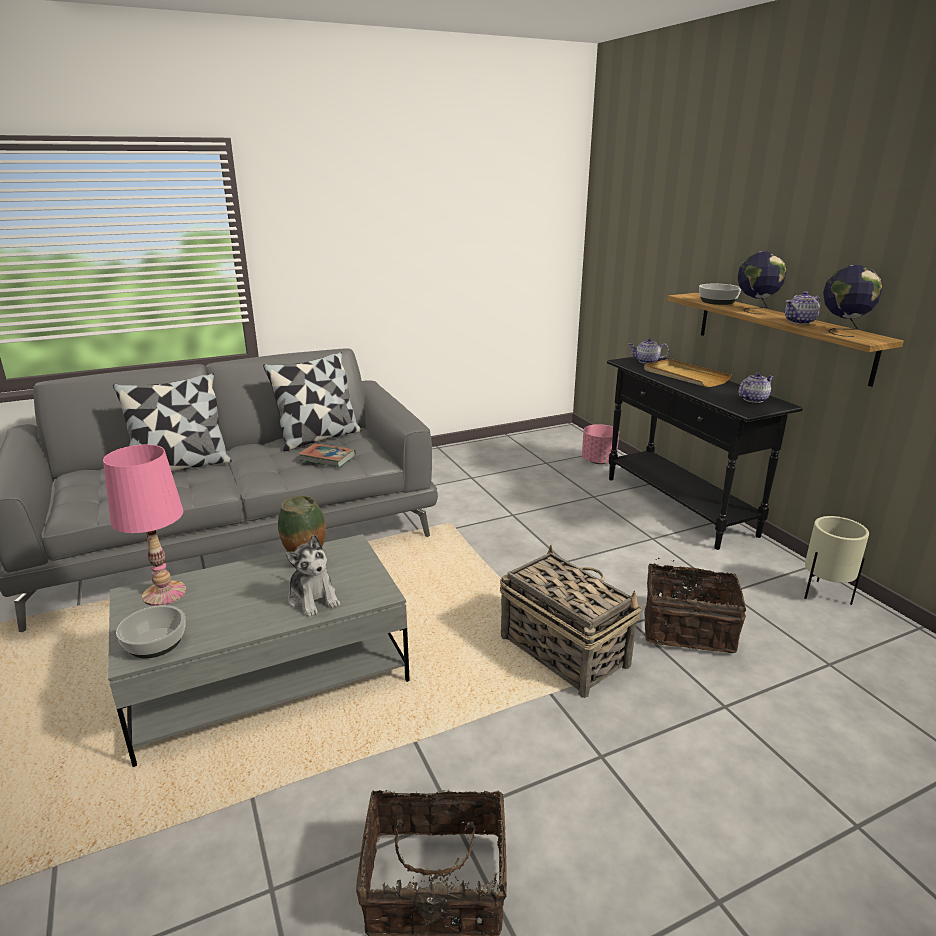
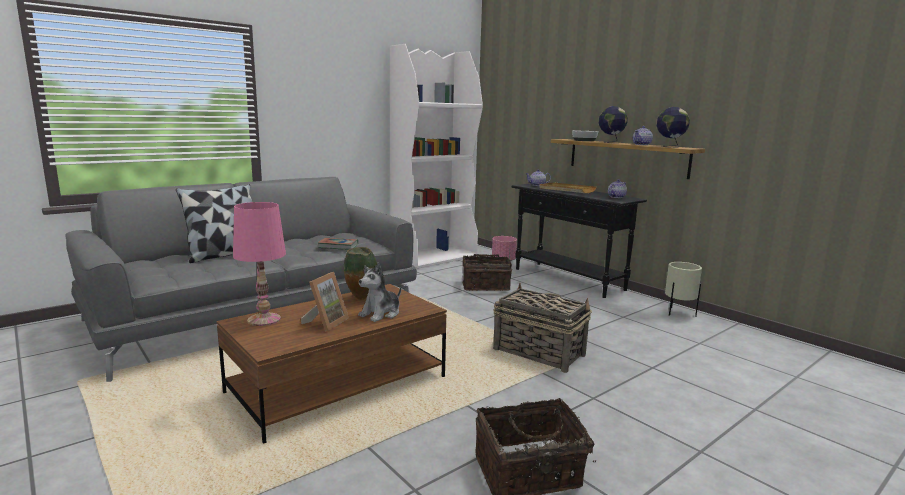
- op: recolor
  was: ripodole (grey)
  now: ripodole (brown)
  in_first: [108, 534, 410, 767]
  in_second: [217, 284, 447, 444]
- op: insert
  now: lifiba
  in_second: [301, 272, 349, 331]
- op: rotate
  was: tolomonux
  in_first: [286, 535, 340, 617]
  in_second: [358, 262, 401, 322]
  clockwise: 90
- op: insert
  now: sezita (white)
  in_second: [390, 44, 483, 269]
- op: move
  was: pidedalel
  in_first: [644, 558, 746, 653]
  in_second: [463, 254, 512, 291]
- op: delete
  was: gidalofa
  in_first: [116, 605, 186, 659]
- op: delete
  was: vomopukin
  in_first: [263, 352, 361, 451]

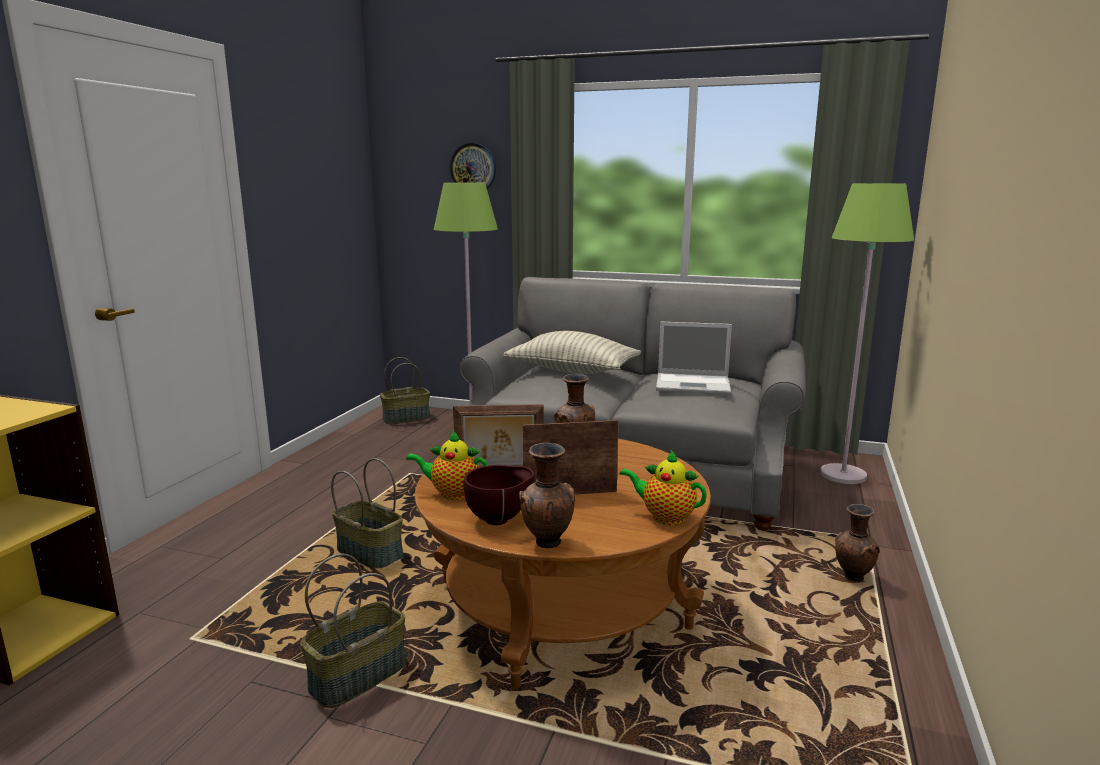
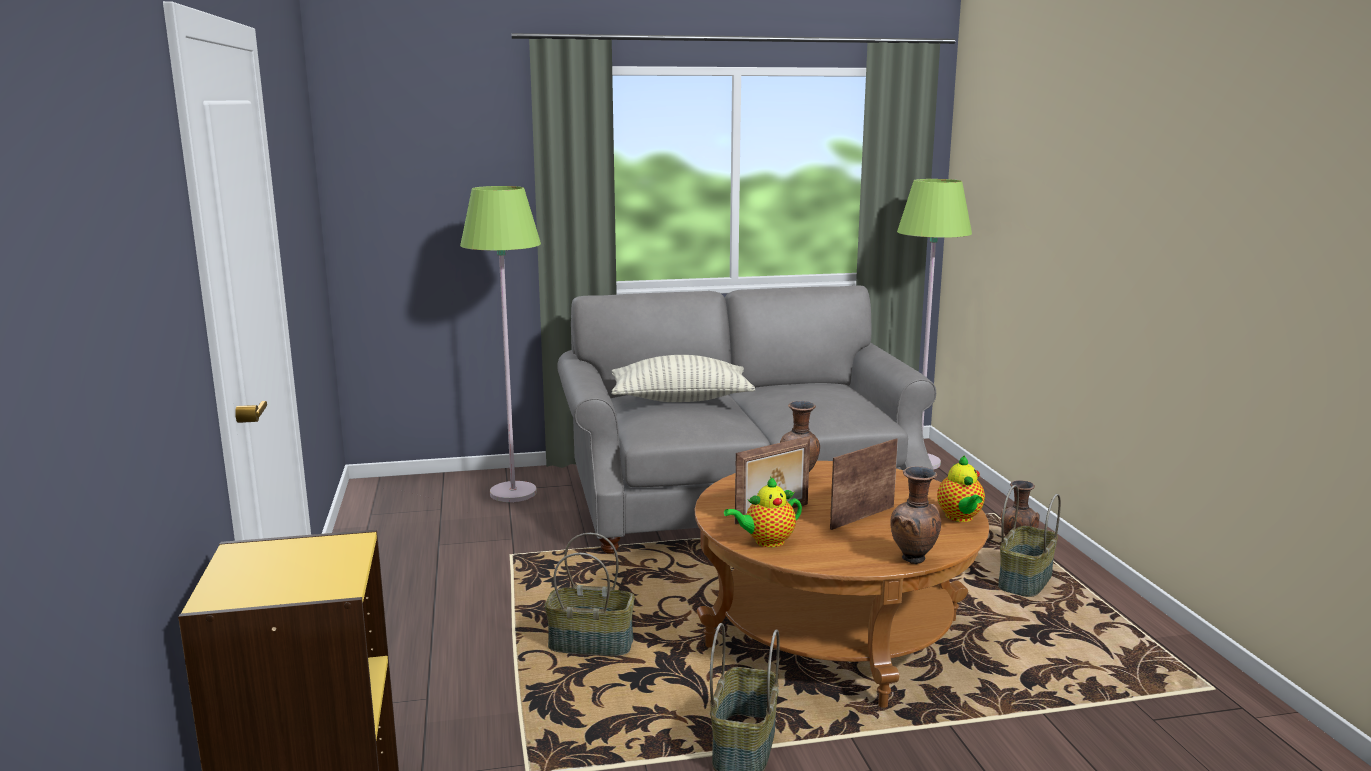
- op: rotate
  was: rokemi
  in_first: [619, 451, 707, 525]
  in_second: [937, 455, 985, 522]
  clockwise: -90
- op: move
  was: pidedalel
  in_first: [380, 357, 430, 424]
  in_second: [998, 485, 1061, 597]
- op: delete
  was: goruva
  in_first: [450, 143, 496, 189]
- op: delete
  was: gidalofa (brown)
  in_first: [464, 465, 535, 525]
- op: delete
  was: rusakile
  in_first: [656, 322, 732, 394]

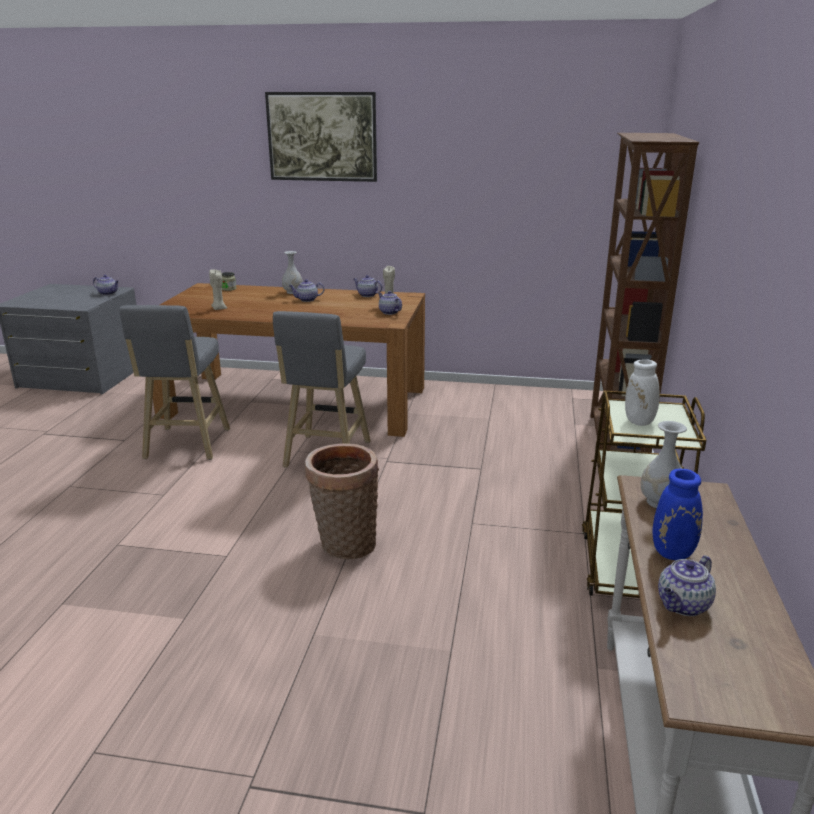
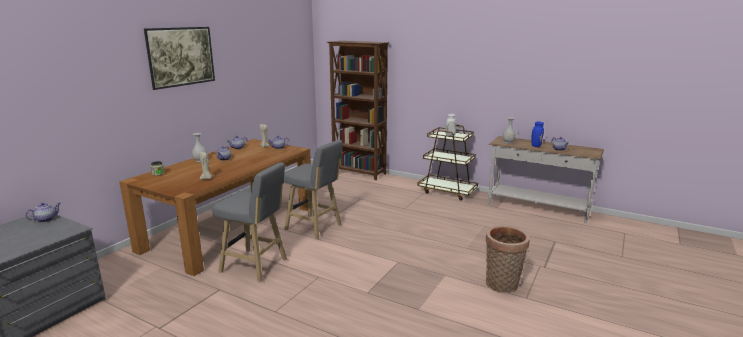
- op: move
  was: pidedalel
  in_first: [305, 443, 379, 559]
  in_second: [486, 226, 530, 293]

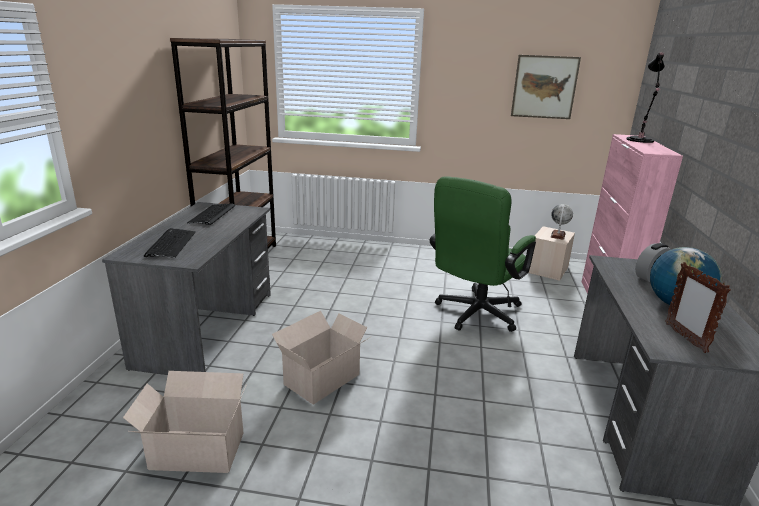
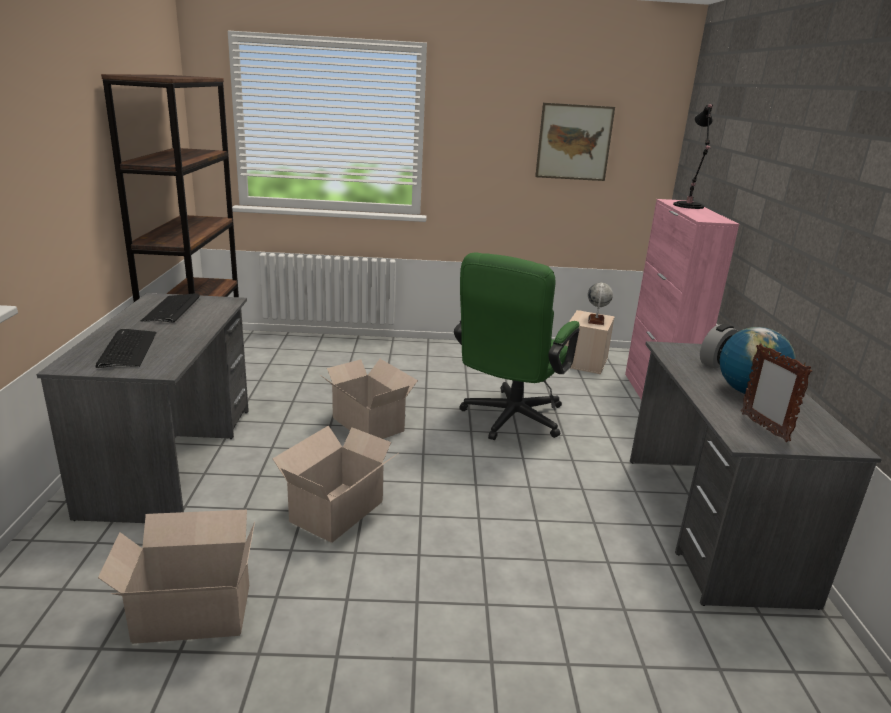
- op: insert
  now: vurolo
  in_second: [319, 359, 418, 439]

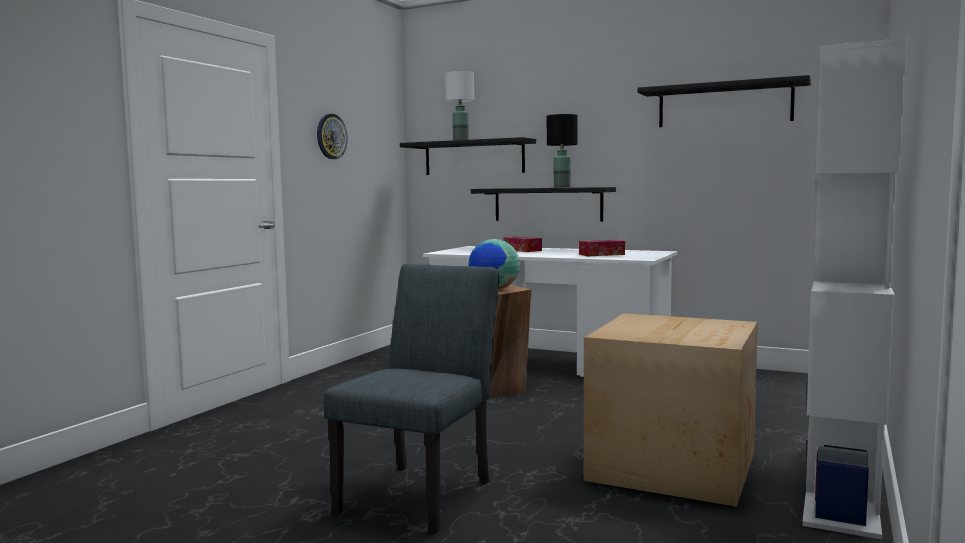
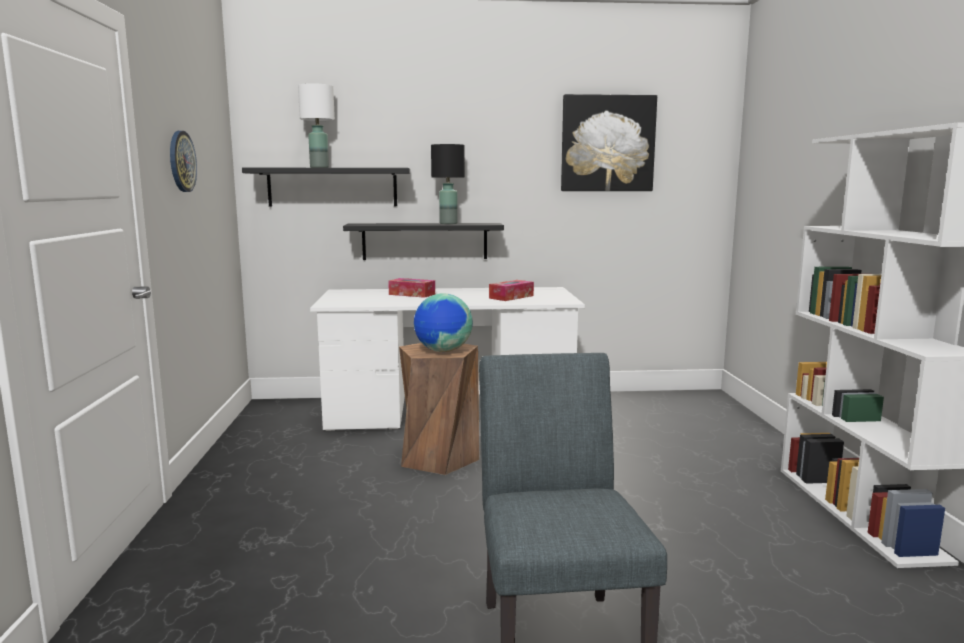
- op: replace
  was: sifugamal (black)
  now: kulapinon
  in_first: [638, 75, 811, 127]
  in_second: [561, 94, 657, 191]
- op: delete
  was: vurolo
  in_first: [584, 313, 758, 507]

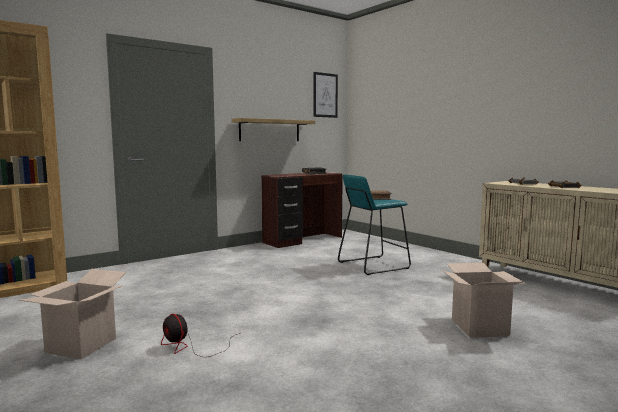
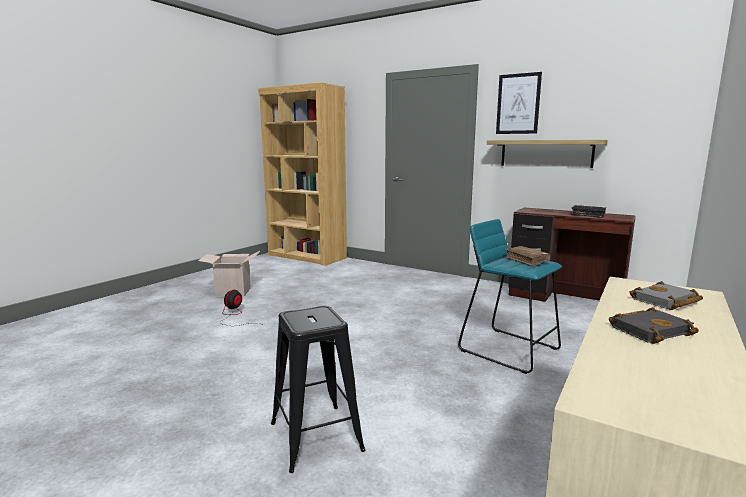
- op: replace
  was: vurolo
  now: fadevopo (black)
  in_first: [443, 263, 526, 338]
  in_second: [271, 306, 365, 473]
- op: move
  was: kulapinon
  in_first: [313, 72, 338, 118]
  in_second: [496, 72, 542, 134]

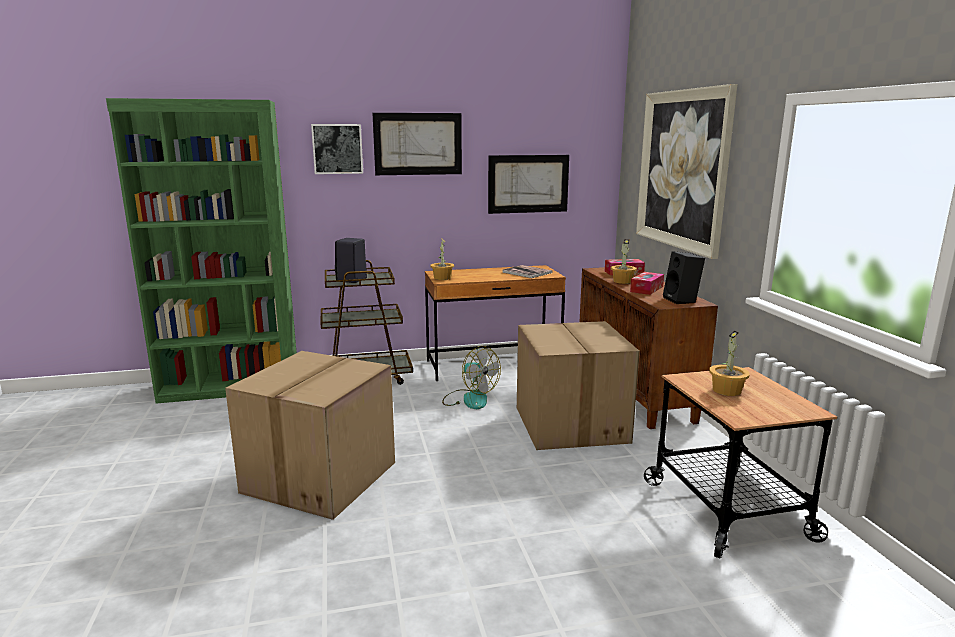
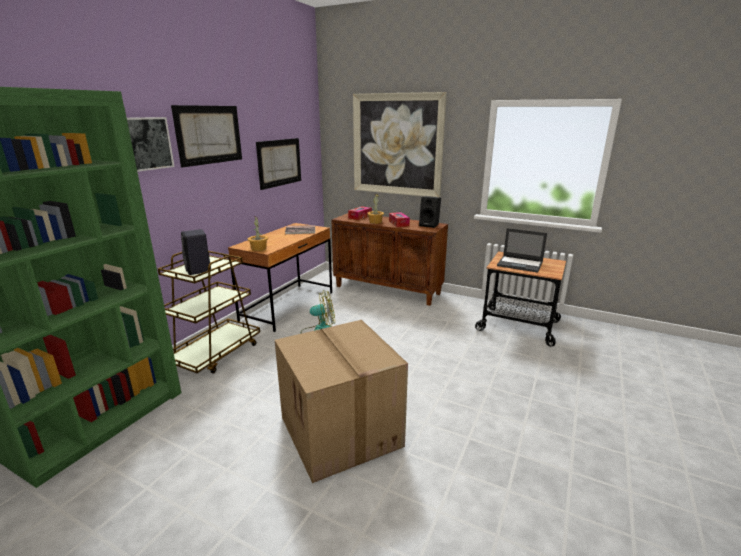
- op: replace
  was: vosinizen
  now: rusakile
  in_first: [709, 330, 749, 396]
  in_second: [497, 228, 547, 273]
- op: delete
  was: vurolo
  in_first: [517, 321, 640, 450]

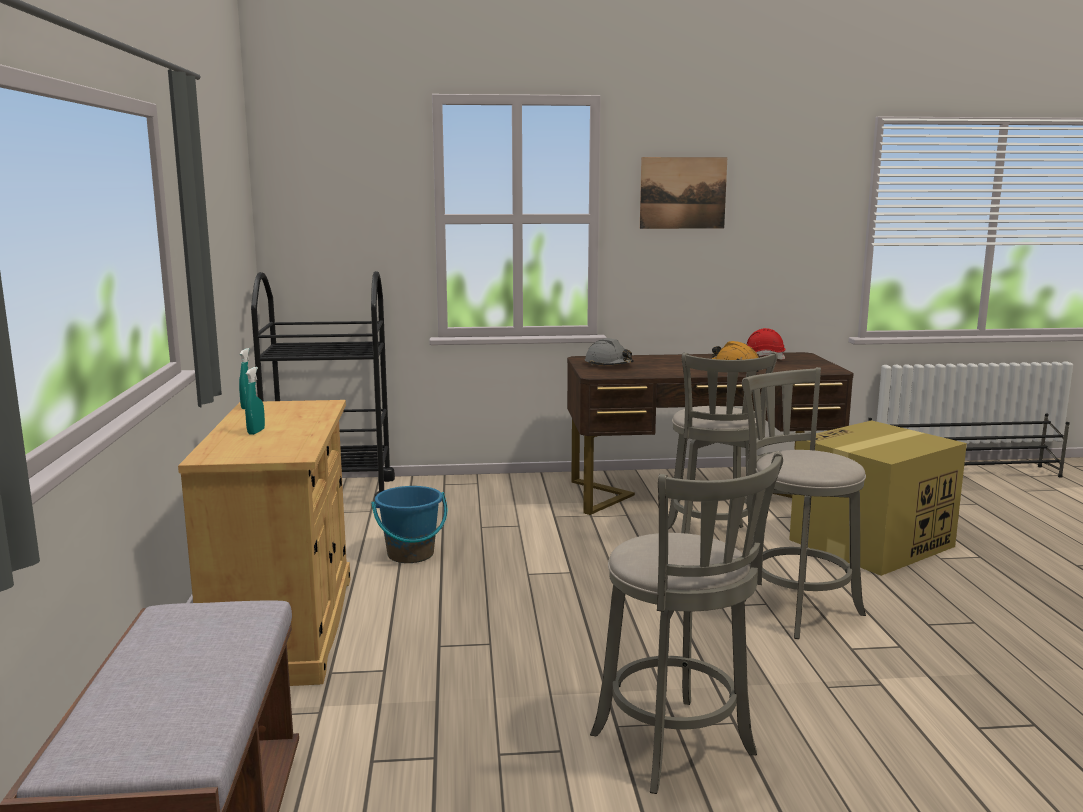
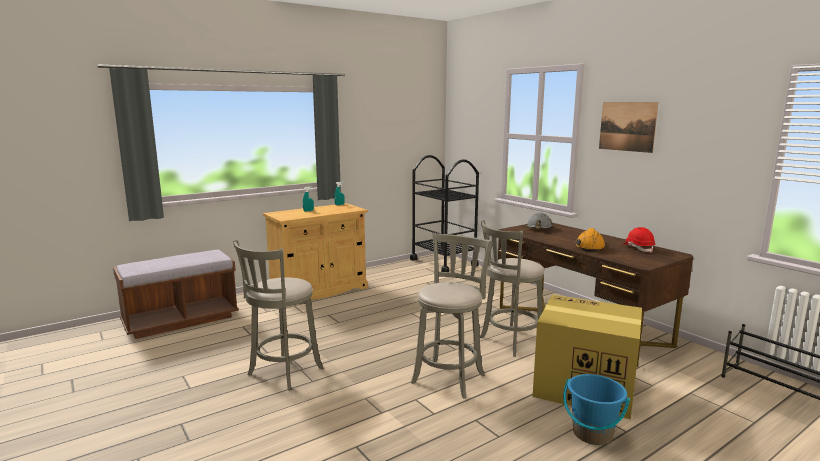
- op: move
  was: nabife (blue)
  in_first: [371, 486, 447, 563]
  in_second: [563, 374, 630, 445]

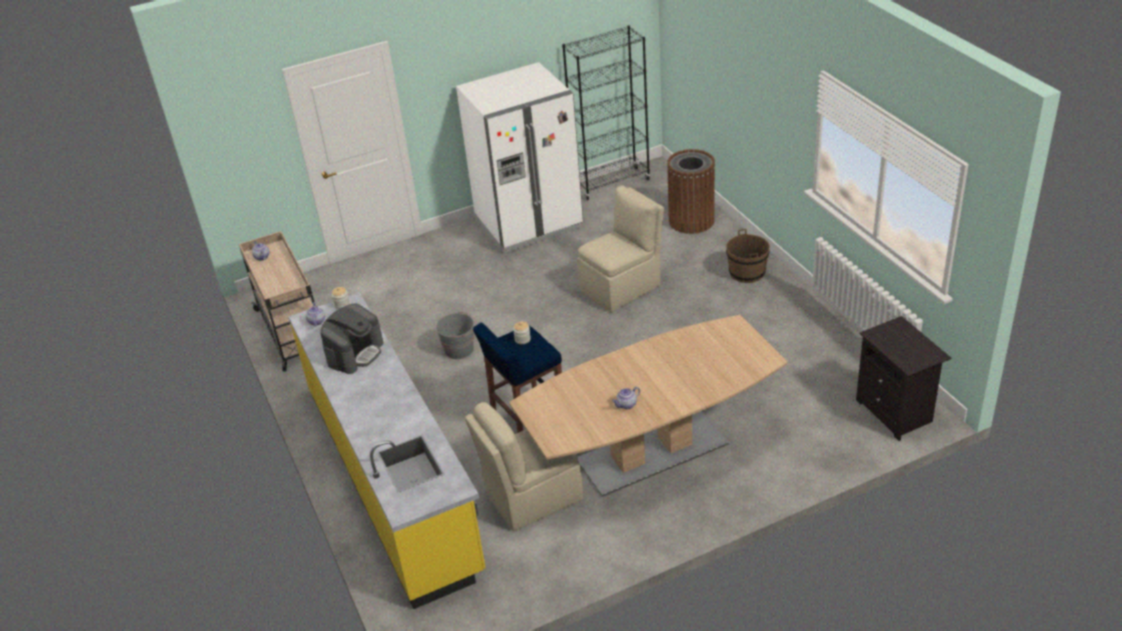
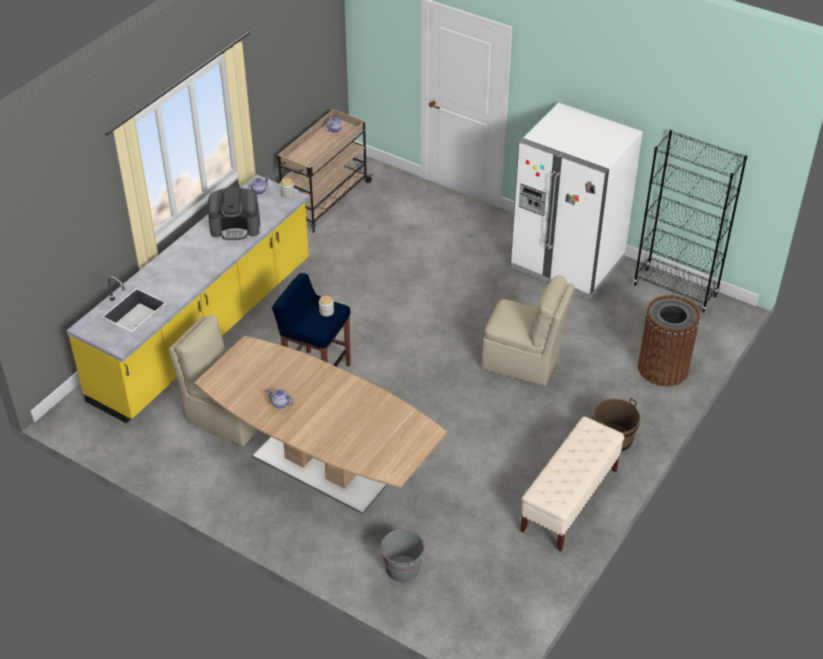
- op: move
  was: nabife (grey)
  in_first: [436, 312, 476, 359]
  in_second: [381, 529, 426, 582]
- op: insert
  now: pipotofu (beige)
  in_second: [521, 417, 624, 551]
- op: delete
  was: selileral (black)
  in_first: [856, 316, 951, 441]

